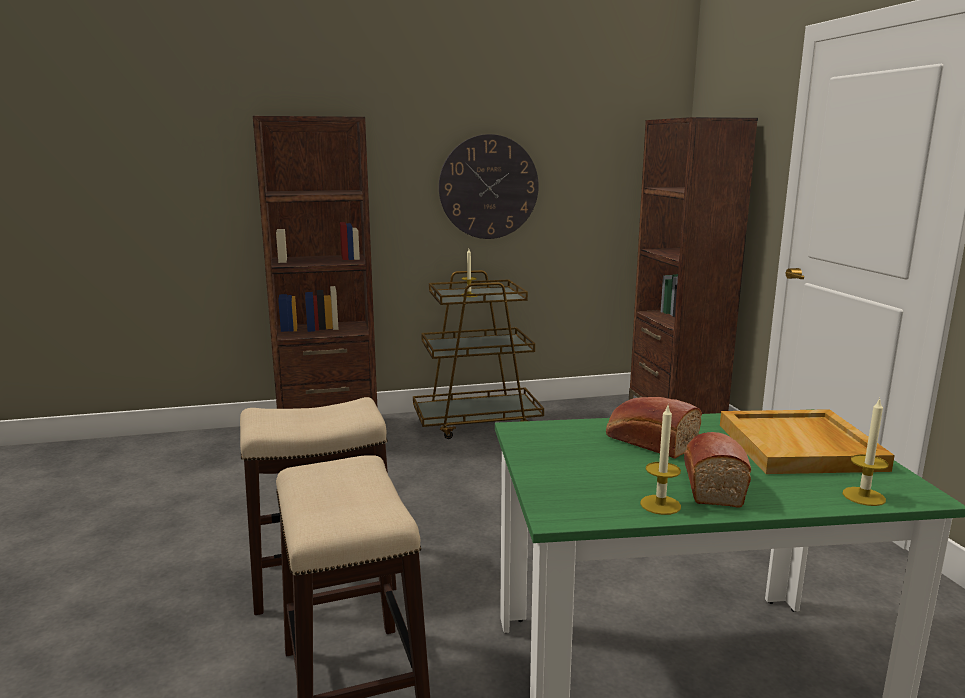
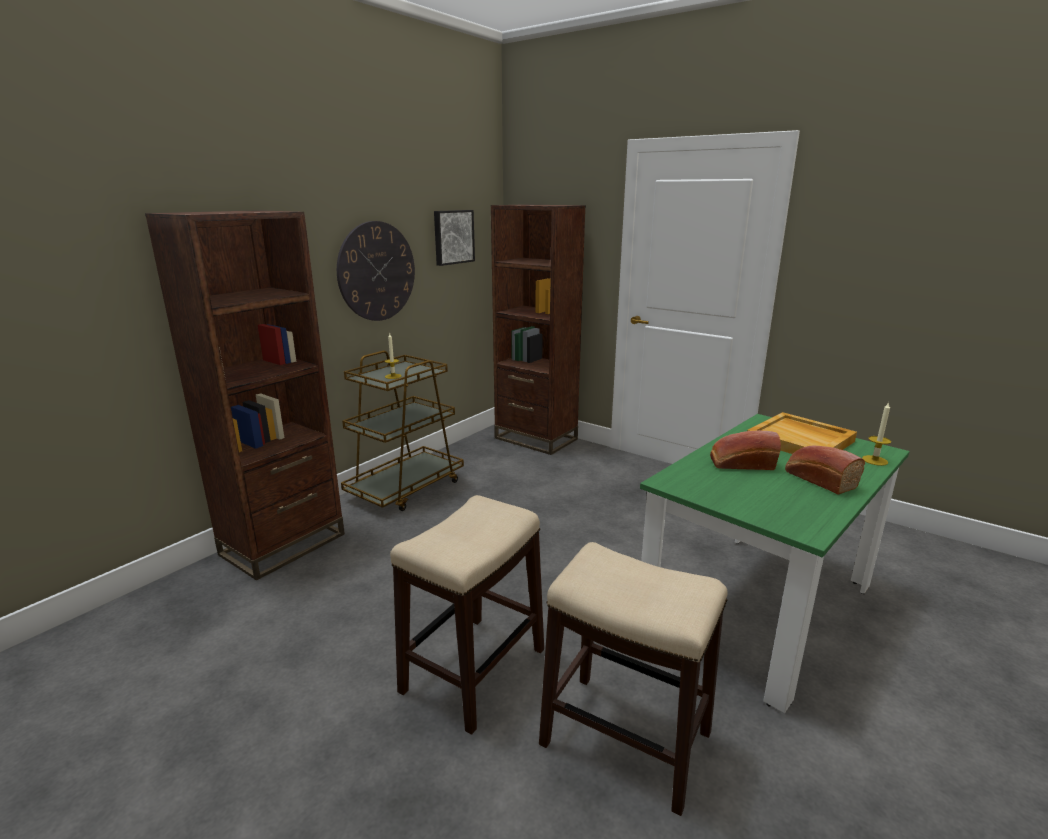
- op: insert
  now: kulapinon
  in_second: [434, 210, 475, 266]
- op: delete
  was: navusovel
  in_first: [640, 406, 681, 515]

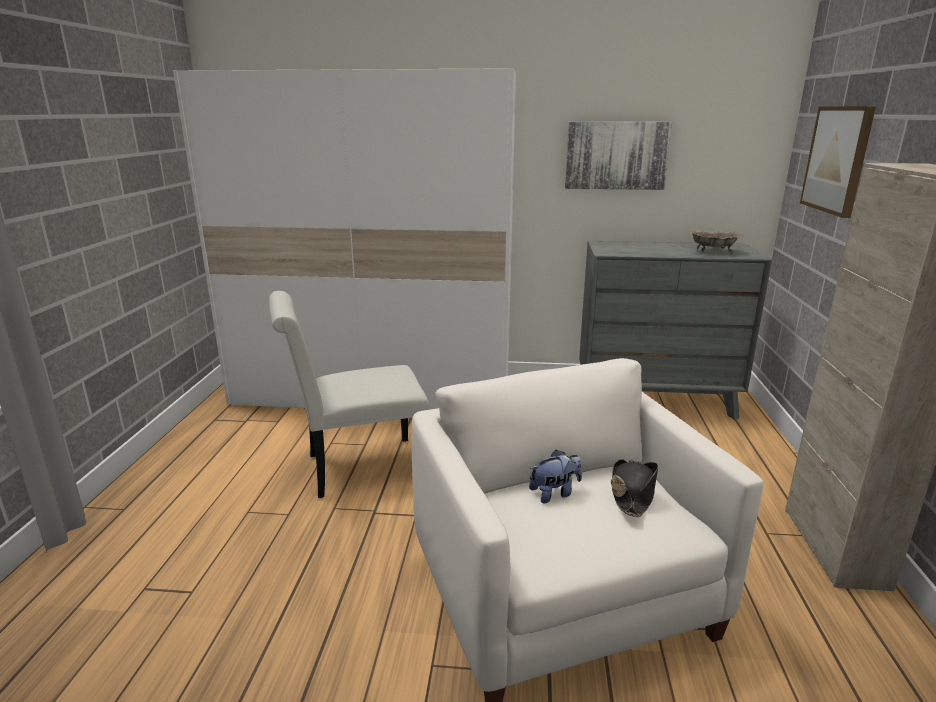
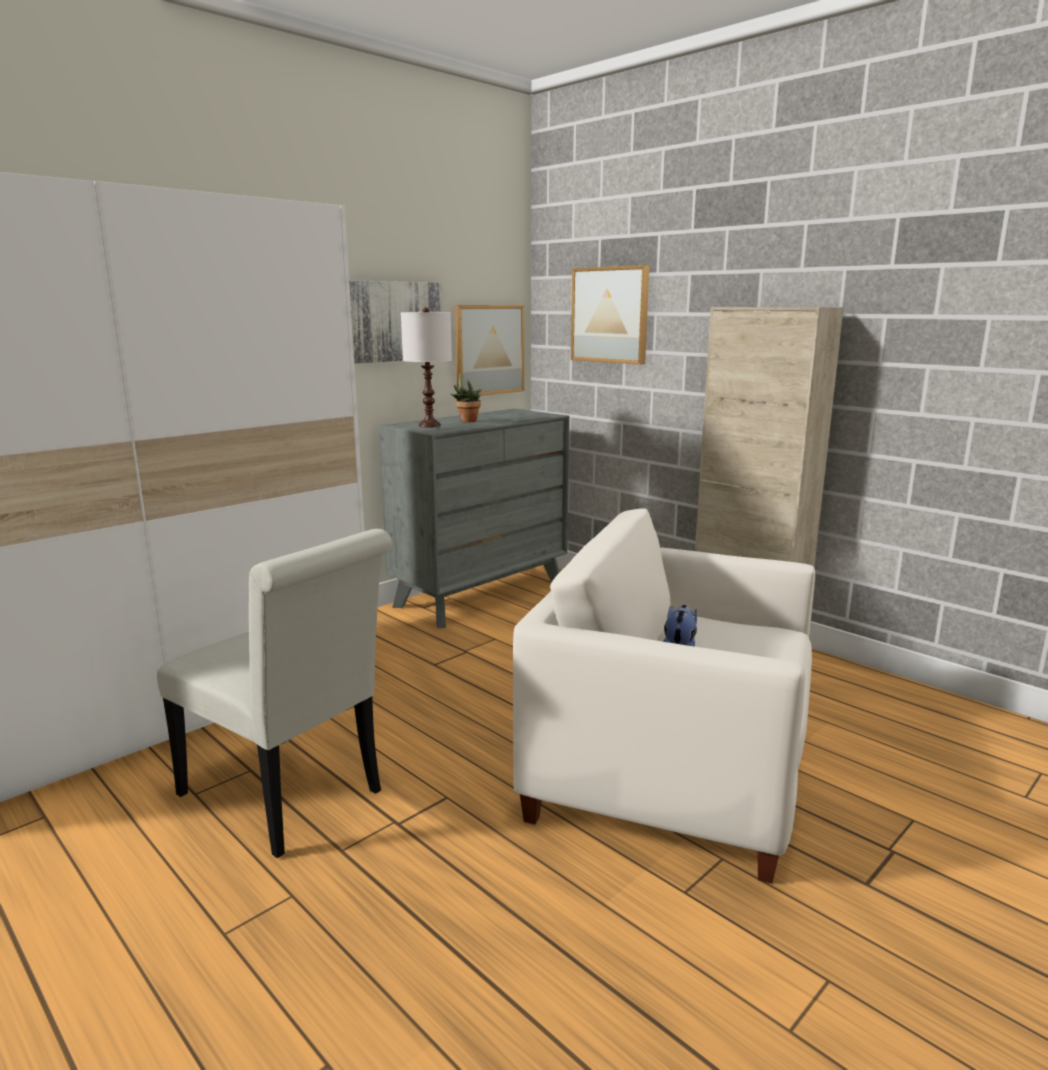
- op: rotate
  was: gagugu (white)
  in_first: [269, 291, 429, 498]
  in_second: [157, 529, 392, 858]
  clockwise: -75
- op: insert
  now: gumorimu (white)
  in_second: [401, 307, 452, 428]
- op: insert
  now: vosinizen
  in_second: [451, 373, 481, 422]
- op: insert
  now: kulapinon
  in_second: [454, 305, 524, 396]
- op: delete
  was: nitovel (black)
  in_first: [611, 459, 658, 517]
- op: delete
  was: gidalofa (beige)
  in_first: [689, 230, 744, 253]

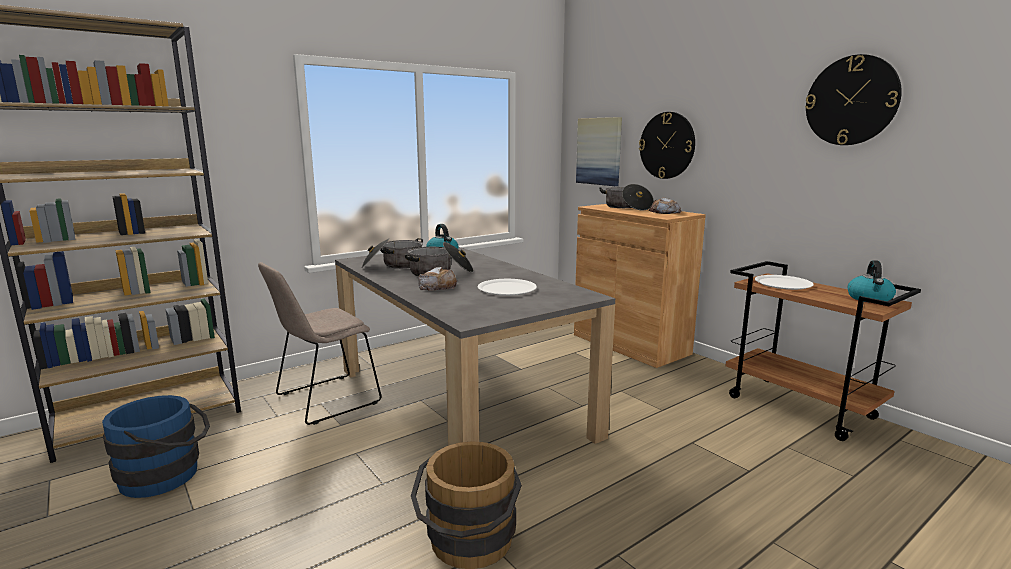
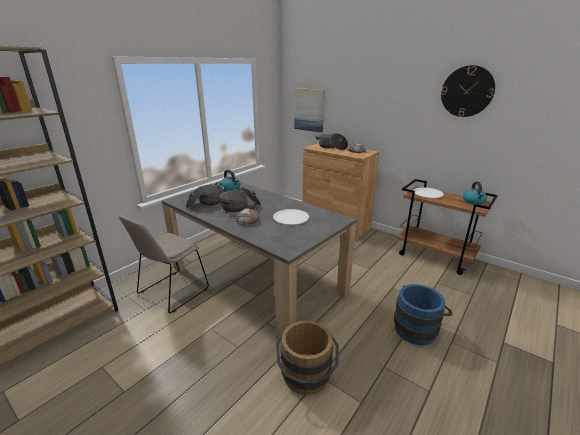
- op: move
  was: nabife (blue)
  in_first: [102, 395, 210, 498]
  in_second: [394, 284, 453, 345]
- op: delete
  was: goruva
  in_first: [639, 112, 695, 179]

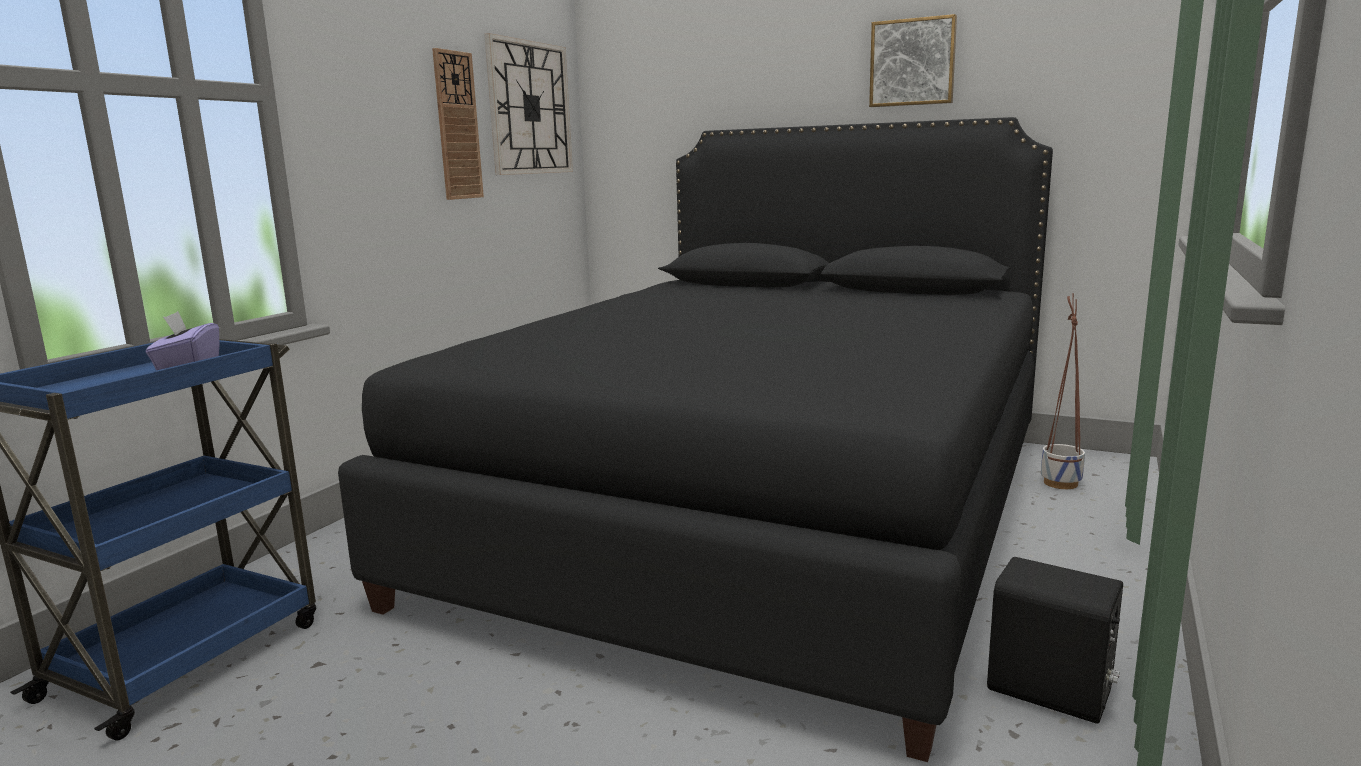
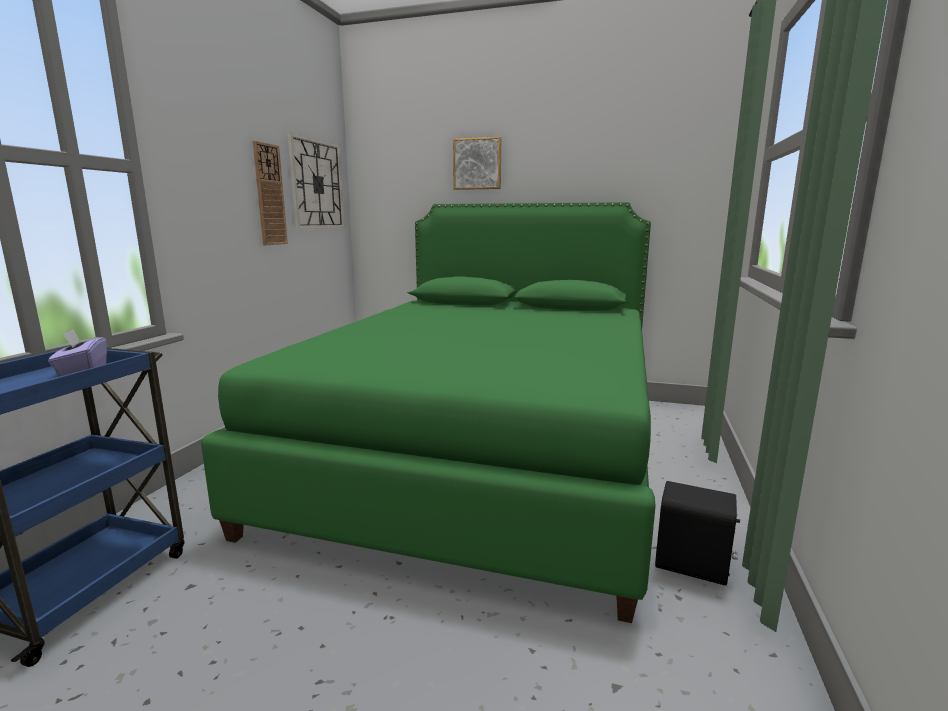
- op: recolor
  was: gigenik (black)
  now: gigenik (green)
  in_first: [338, 117, 1053, 762]
  in_second: [201, 202, 656, 623]
- op: move
  was: kulapinon
  in_first: [869, 14, 957, 107]
  in_second: [453, 137, 501, 190]
- op: delete
  was: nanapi
  in_first: [1041, 293, 1085, 489]

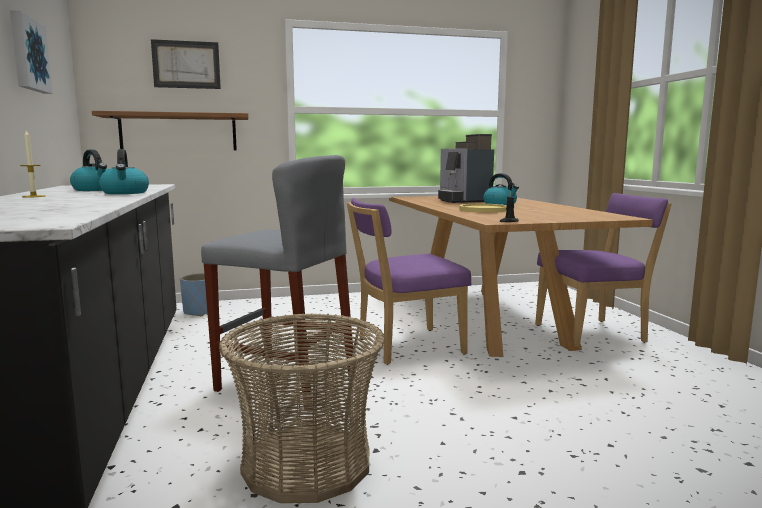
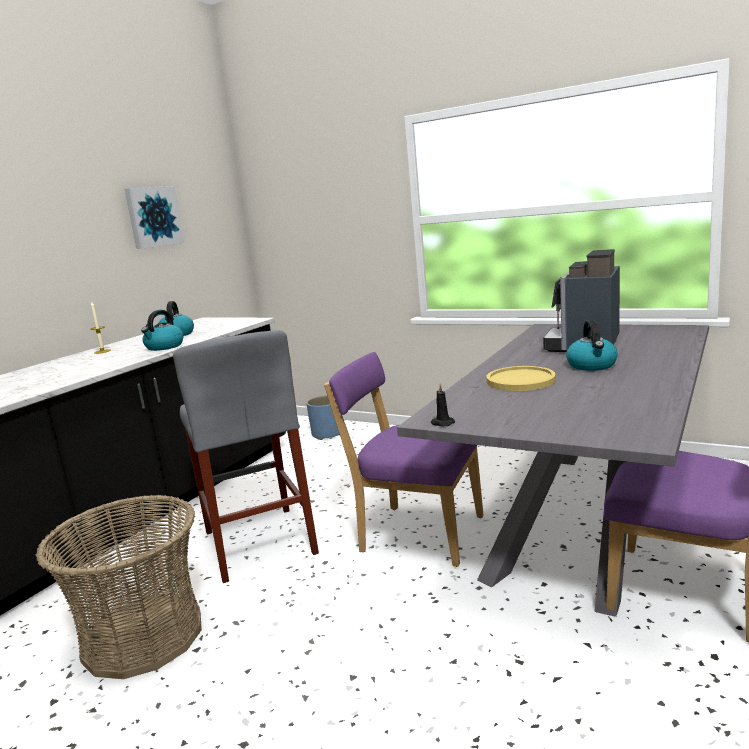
- op: recolor
  was: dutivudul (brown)
  now: dutivudul (grey)
  in_first: [389, 196, 653, 357]
  in_second: [397, 324, 709, 617]
- op: delete
  was: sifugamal
  in_first: [92, 111, 248, 150]
- op: delete
  was: kulapinon
  in_first: [151, 39, 221, 89]

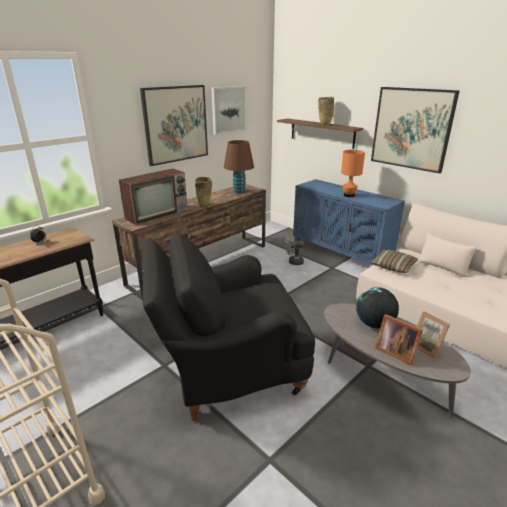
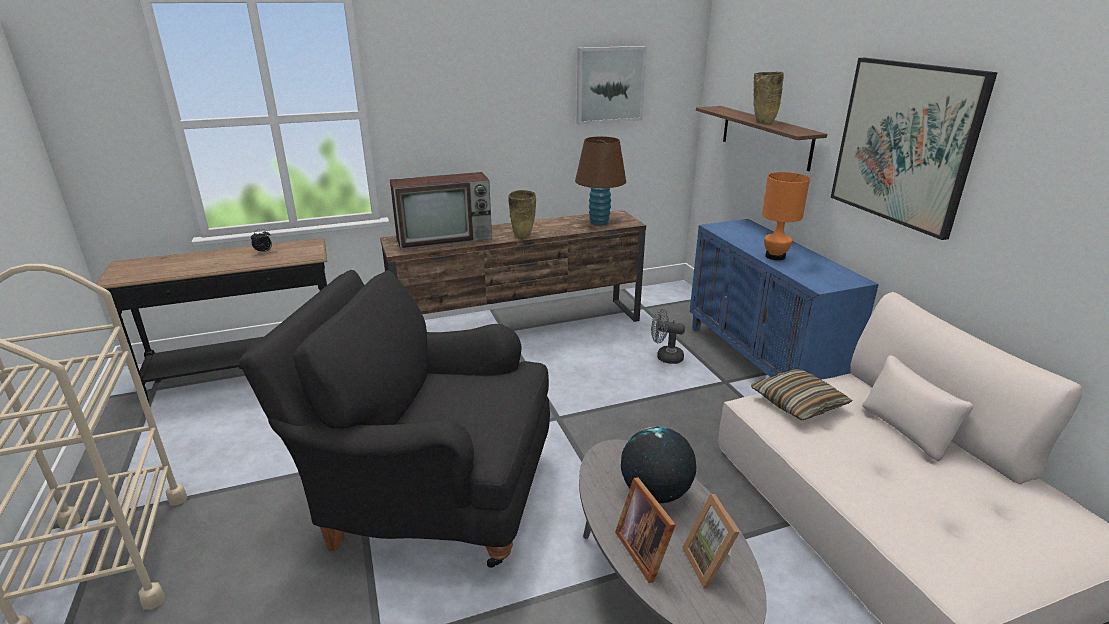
- op: delete
  was: kulapinon
  in_first: [140, 85, 208, 166]

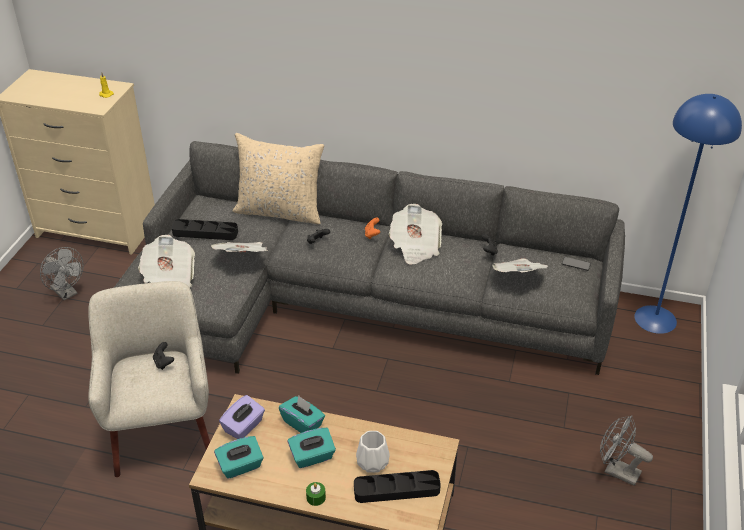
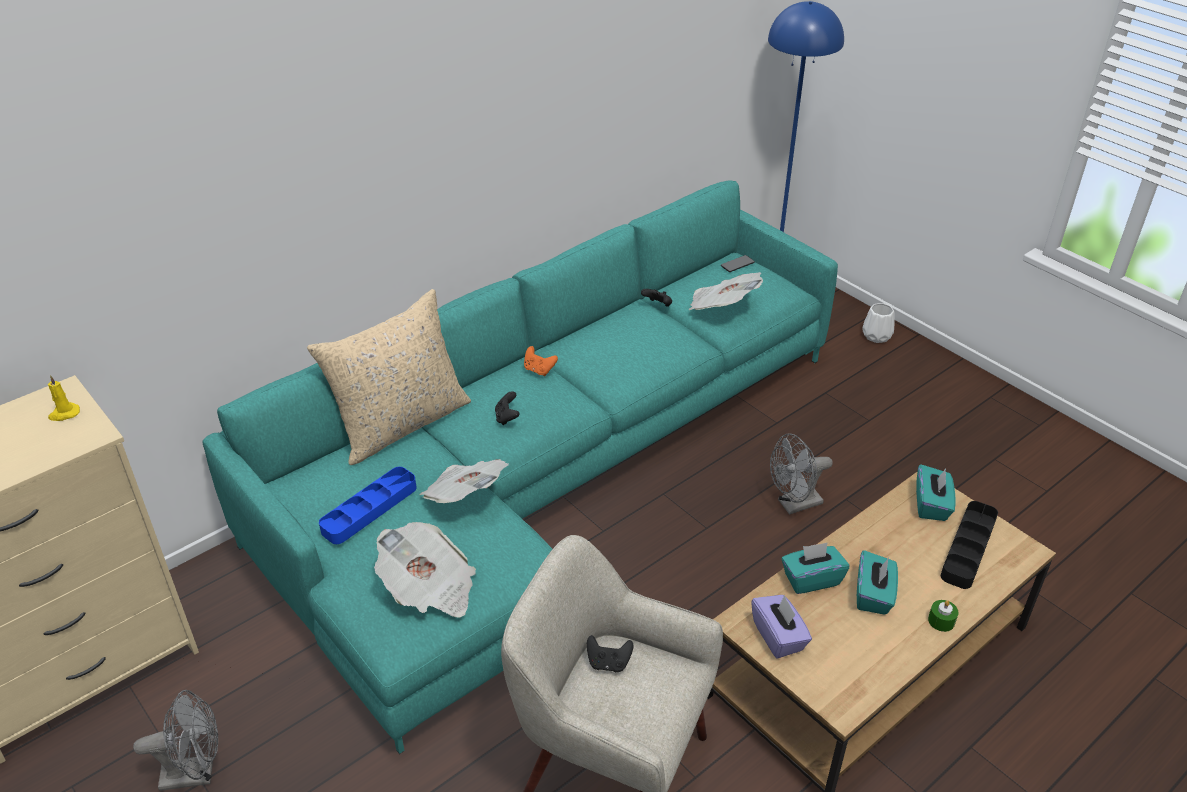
- op: recolor
  was: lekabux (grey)
  now: lekabux (turquoise)
  in_first: [114, 141, 625, 375]
  in_second: [202, 180, 838, 754]
- op: recolor
  was: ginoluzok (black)
  now: ginoluzok (blue)
  in_first: [171, 219, 238, 240]
  in_second: [319, 467, 417, 544]
- op: move
  was: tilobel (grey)
  in_first: [600, 415, 653, 486]
  in_second: [770, 434, 833, 515]
- op: move
  was: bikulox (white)
  in_first: [356, 431, 390, 473]
  in_second: [862, 303, 895, 343]
- op: move
  was: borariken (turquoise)
  in_first: [214, 436, 263, 479]
  in_second: [916, 464, 956, 521]
- op: delete
  was: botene
  in_first: [389, 204, 442, 265]

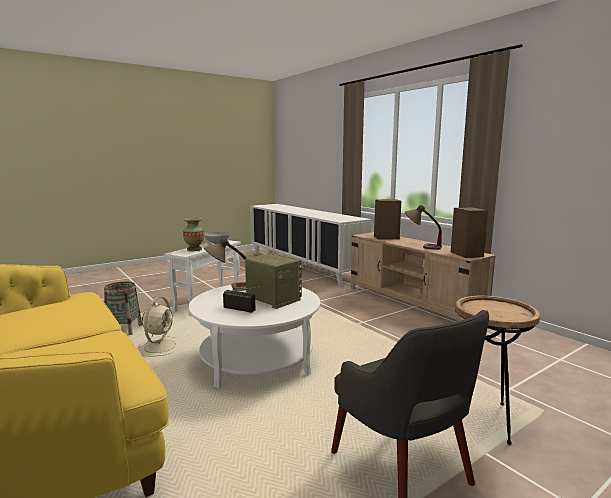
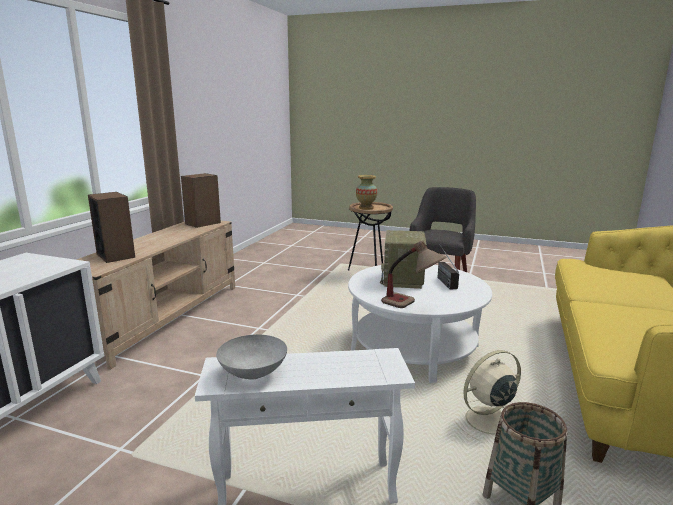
- op: move
  was: bikulox
  in_first: [183, 218, 204, 251]
  in_second: [356, 175, 377, 210]
- op: delete
  was: gumorimu
  in_first: [405, 205, 442, 250]

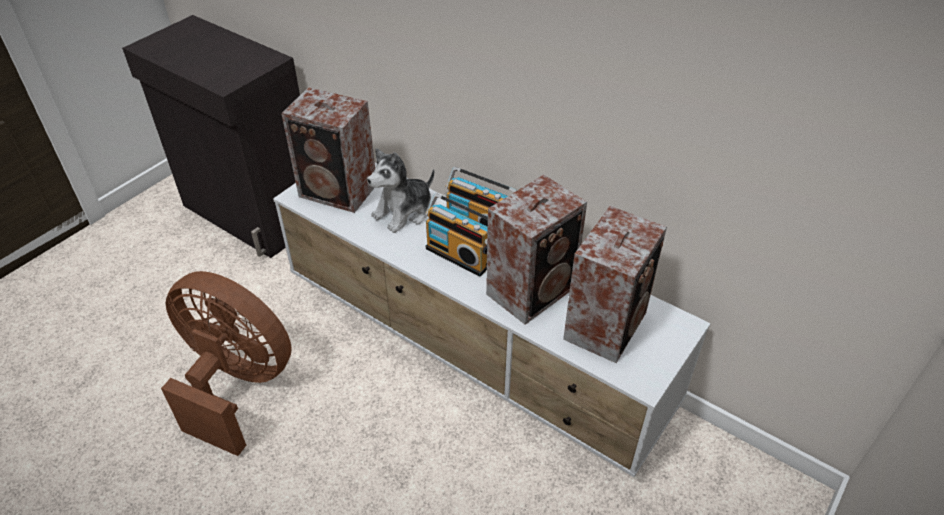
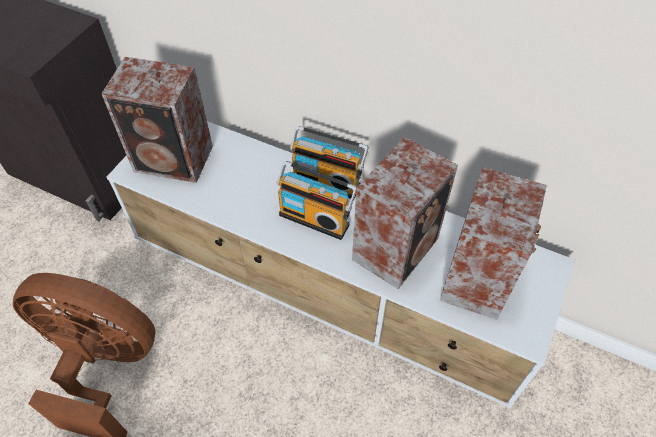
- op: delete
  was: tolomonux
  in_first: [367, 148, 434, 233]

